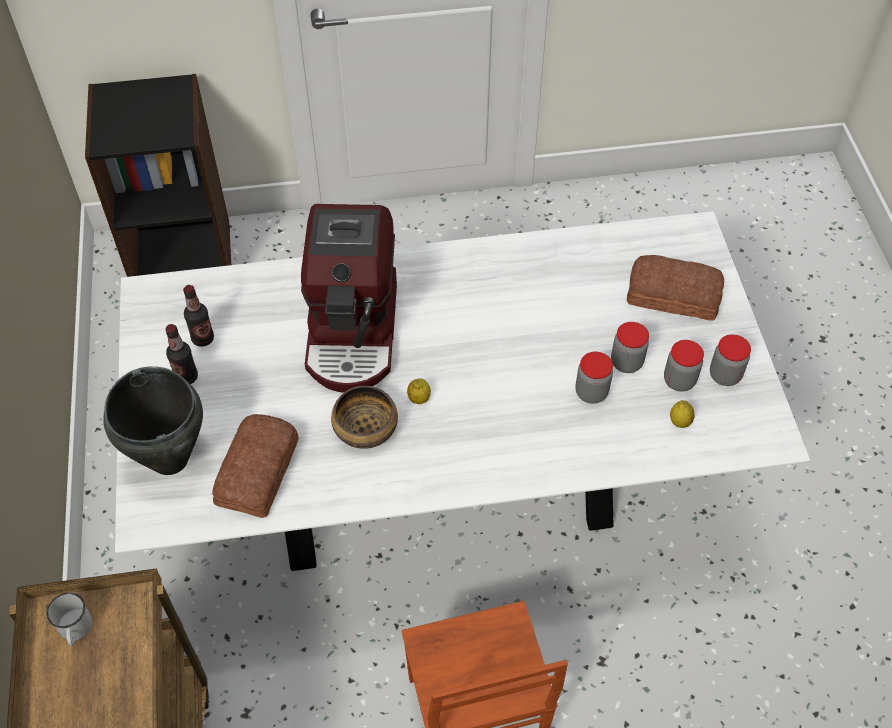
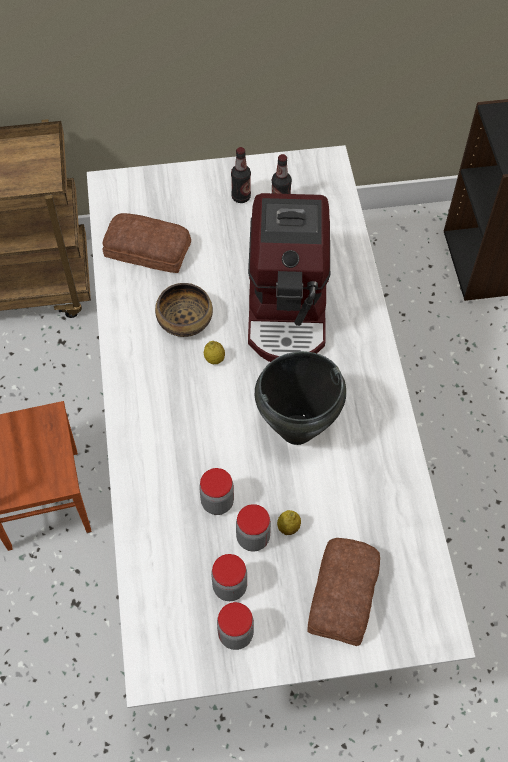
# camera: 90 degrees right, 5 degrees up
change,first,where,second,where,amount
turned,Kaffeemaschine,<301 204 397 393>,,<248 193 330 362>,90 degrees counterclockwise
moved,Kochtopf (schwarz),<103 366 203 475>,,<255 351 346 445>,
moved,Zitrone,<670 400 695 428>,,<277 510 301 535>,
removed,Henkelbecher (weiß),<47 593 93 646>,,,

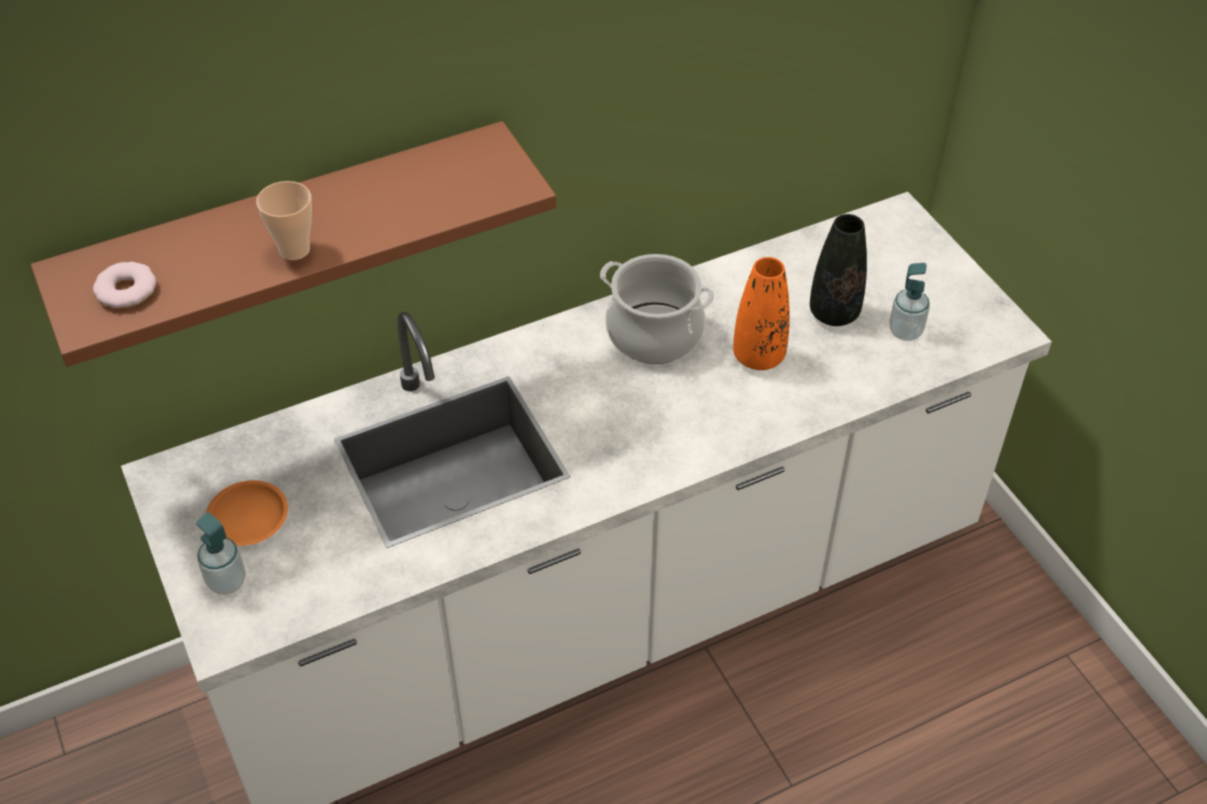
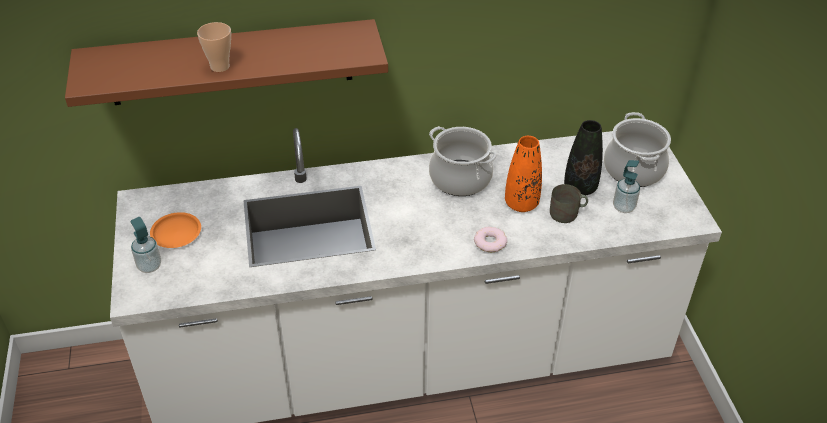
# camera: 15 degrees right, 5 degrees down
change,first,where,second,where,amount
moved,Donut,<93 262 156 308>,,<474 227 507 252>,
added,,,Henkelbecher (grau),<550 184 588 223>,
added,,,Kochtopf,<604 112 671 187>,

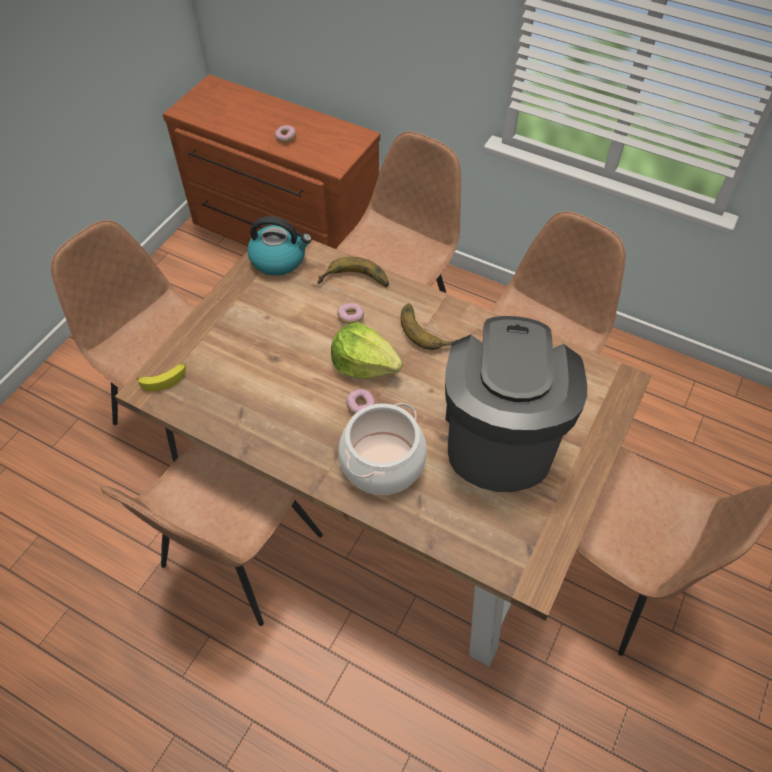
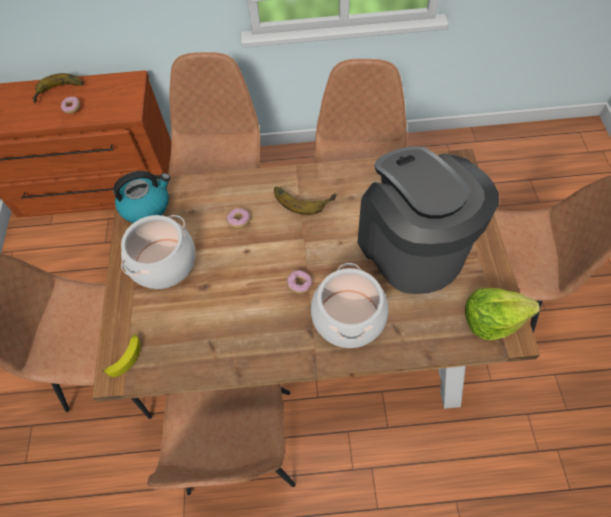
# camera: 30 degrees left, 5 degrees up
change,first,where,second,where,amount
moved,Banane,<317 257 389 287>,,<32 73 84 103>,
added,,,Kochtopf,<121 215 196 289>,
moved,Salatkopf,<331 322 403 379>,,<465 288 540 340>,

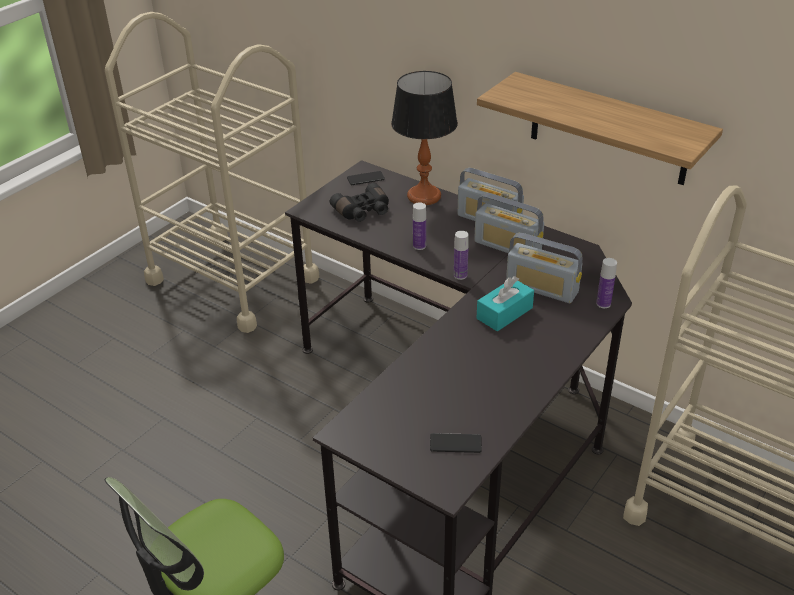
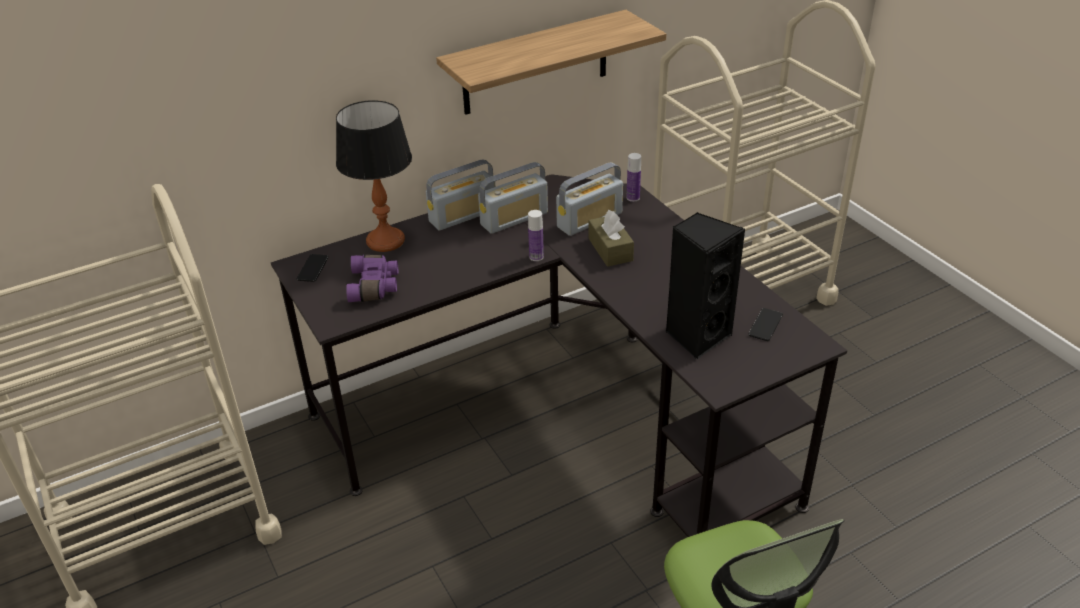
# camera: 65 degrees left, 0 degrees up
change,first,where,second,where,amount
recoloured,Fernglas (schwarz),<330 183 389 222>,Fernglas (lila),<346 255 398 302>,
recoloured,Taschentuchbox (türkis),<477 276 534 331>,Taschentuchbox (braun),<588 210 634 267>,
added,,,Lautsprecher (schwarz),<666 212 745 360>,
removed,Flasche,<413 202 426 250>,,,

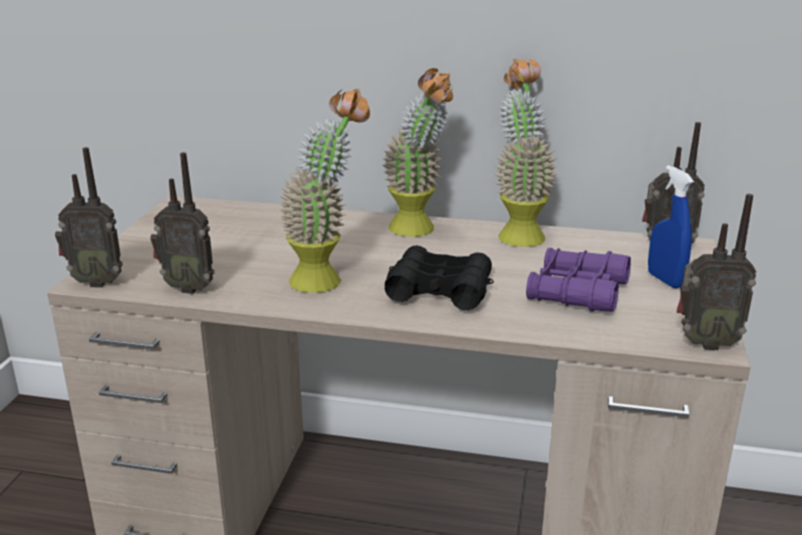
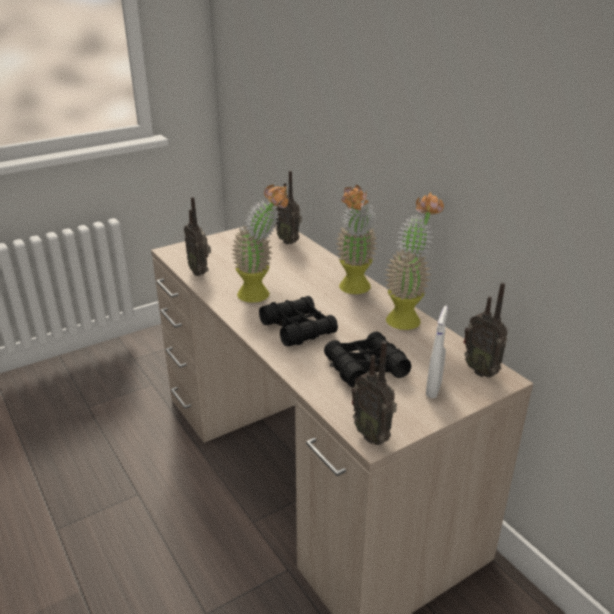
# camera: 45 degrees right, 5 degrees up
change,first,where,second,where,amount
moved,Radio,<55 147 123 287>,,<276 171 302 245>,
recoloured,Fernglas (lila),<526 248 631 312>,Fernglas (schwarz),<324 332 411 388>,
recoloured,Sprühflasche (blau),<648 165 694 288>,Sprühflasche (weiß),<426 306 448 398>,

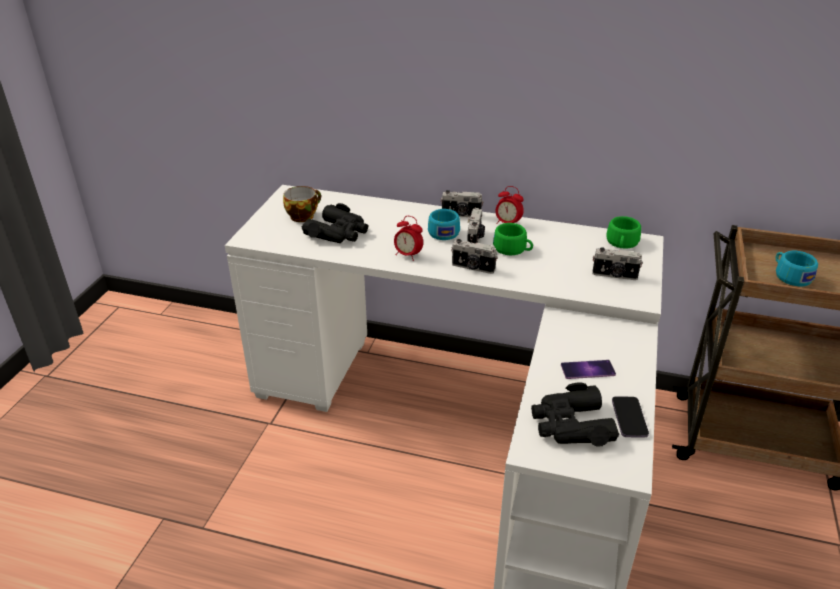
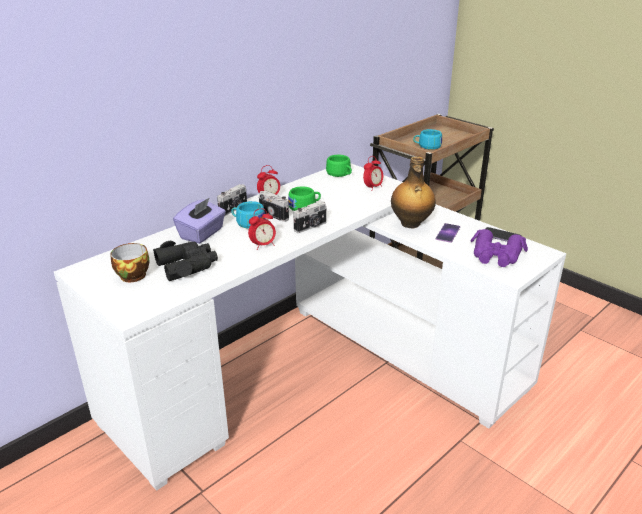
# camera: 60 degrees left, 5 degrees down
change,first,where,second,where,amount
added,,,Taschentuchbox (lila),<173 197 226 244>,
replaced,Kamera,<592 248 643 280>,Wecker,<363 156 383 189>,
added,,,Flasche,<391 157 436 229>,
recoloured,Fernglas (schwarz),<531 383 619 447>,Fernglas (lila),<470 229 528 267>,

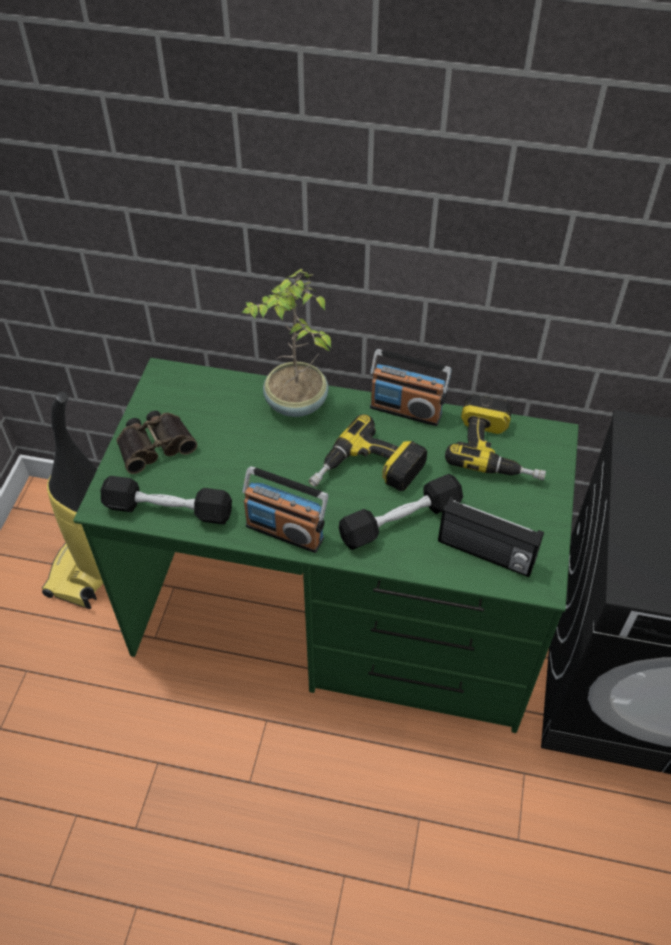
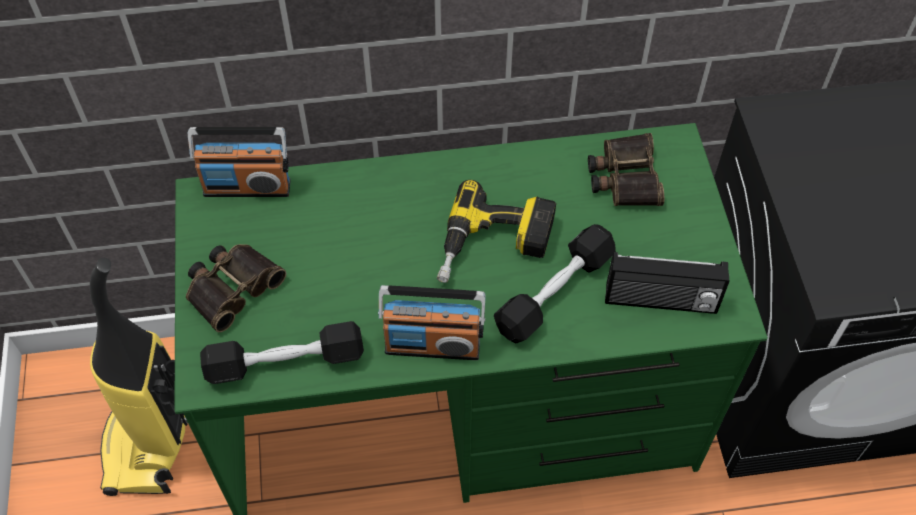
# camera: 20 degrees left, 5 degrees up
change,first,where,second,where,amount
moved,Radio,<370 349 452 426>,,<188 127 291 197>,
replaced,Bohrmaschine,<445 394 546 480>,Fernglas,<588 133 664 206>,
removed,Topfpflanze,<241 269 332 417>,,,

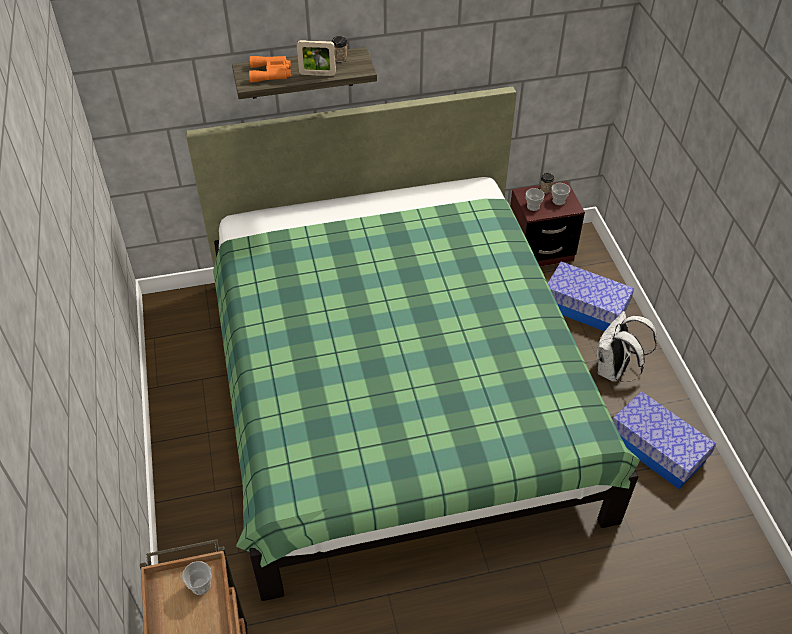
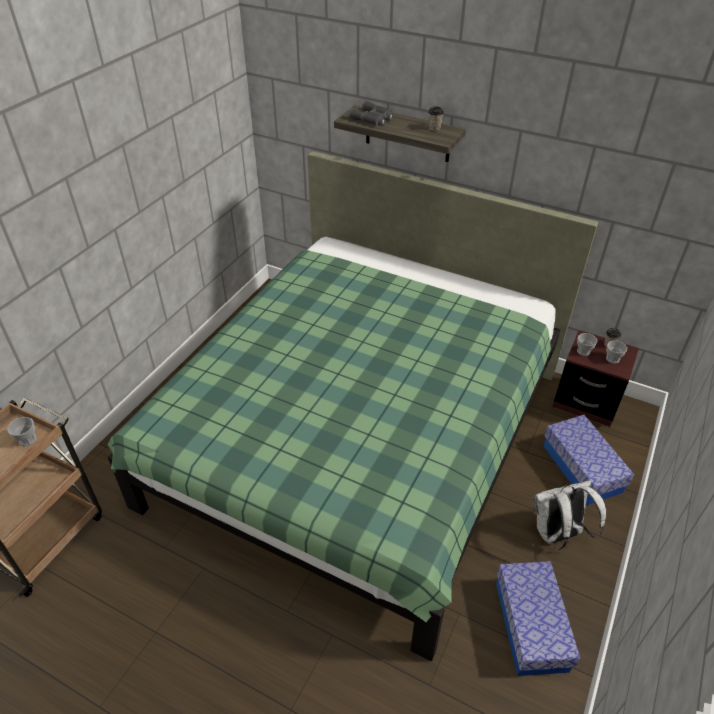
# camera: 40 degrees right, 5 degrees down
change,first,where,second,where,amount
recoloured,Fernglas (orange),<249 56 291 82>,Fernglas (grau),<349 101 393 125>,
removed,Bilderrahmen,<297 40 336 76>,,,

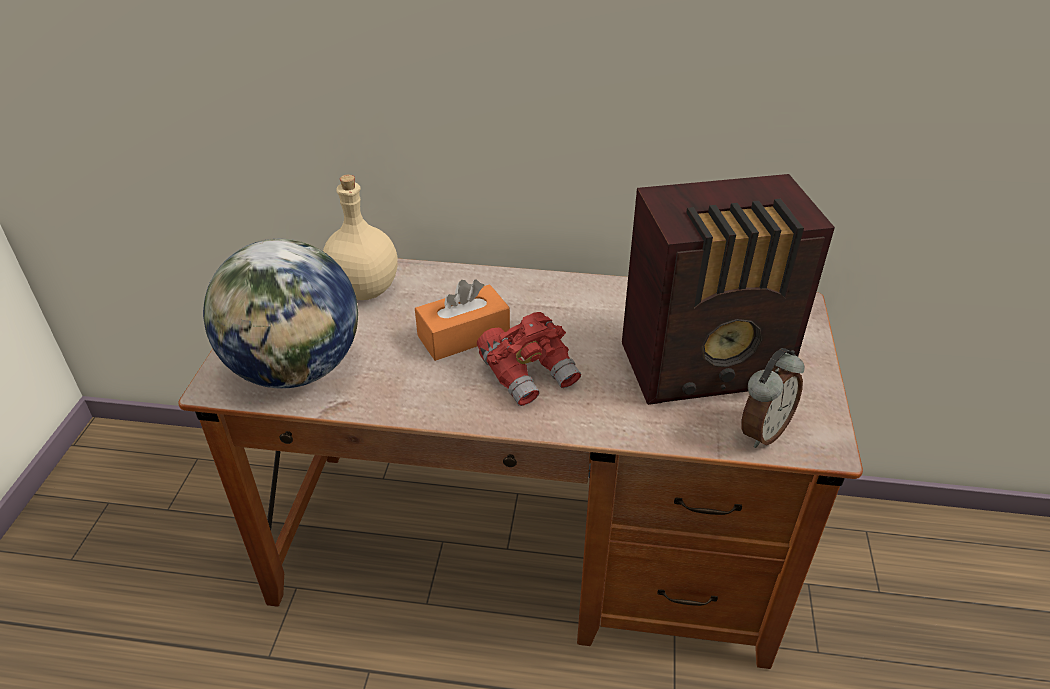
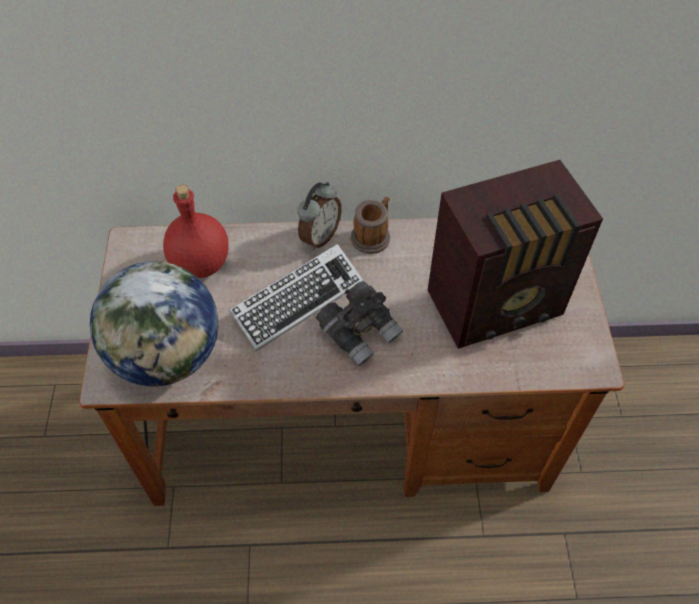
# camera: 10 degrees left, 15 degrees up
change,first,where,second,where,amount
recoloured,Flasche (beige),<323 175 398 300>,Flasche (rot),<163 185 229 278>,
replaced,Taschentuchbox (orange),<415 279 510 361>,Tastatur,<229 244 363 351>,
moved,Wecker,<741 348 805 448>,,<298 182 342 250>,
recoloured,Fernglas (rot),<477 312 581 406>,Fernglas (grau),<316 281 403 366>,
added,,,Henkelbecher,<351 197 390 254>,

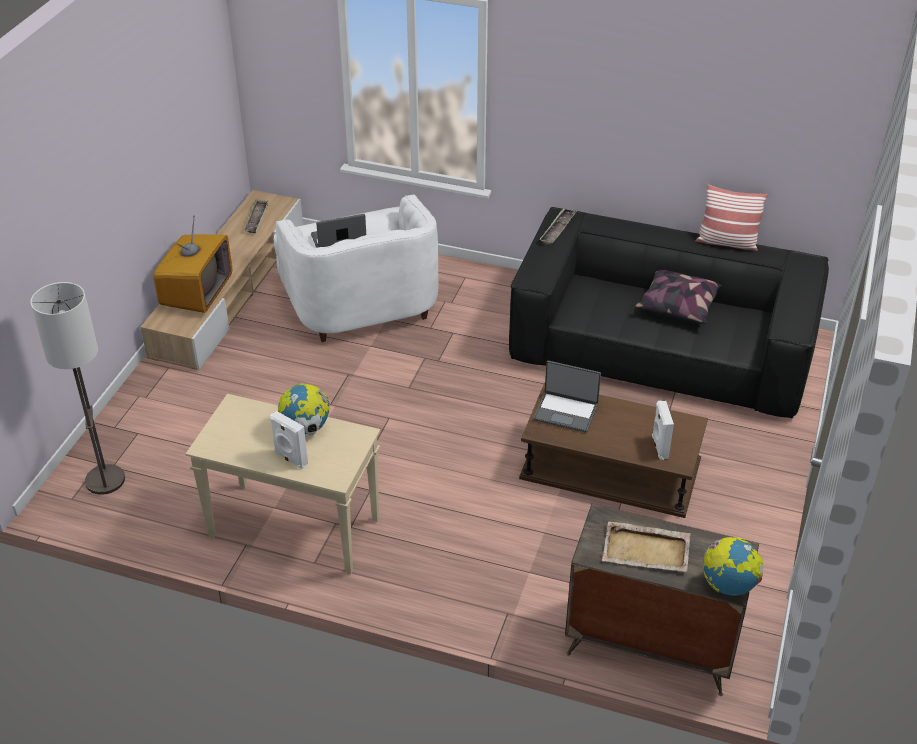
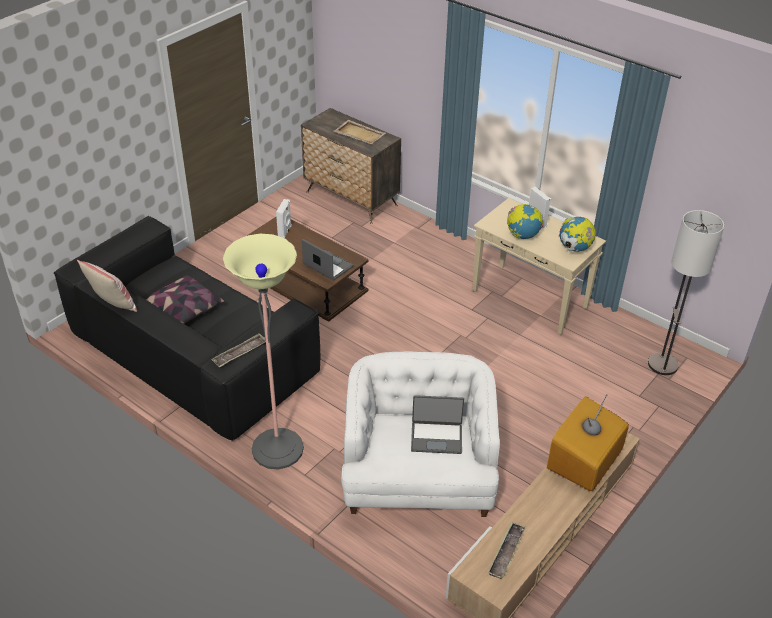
# camera: 160 degrees left, 0 degrees up
change,first,where,second,where,amount
added,,,Stehlampe,<223 234 304 469>,
moved,Globus,<703 537 763 596>,,<559 217 596 252>,

